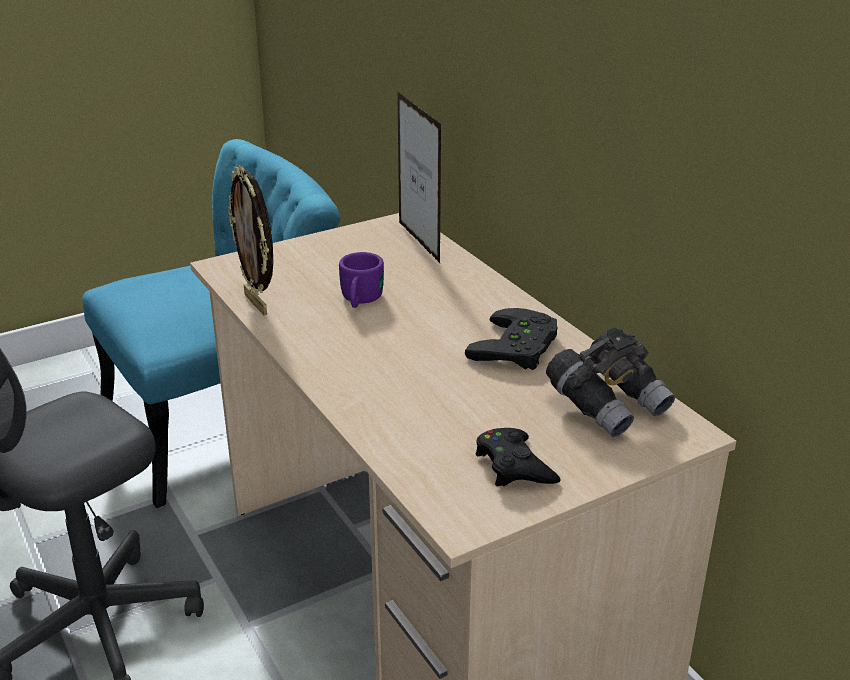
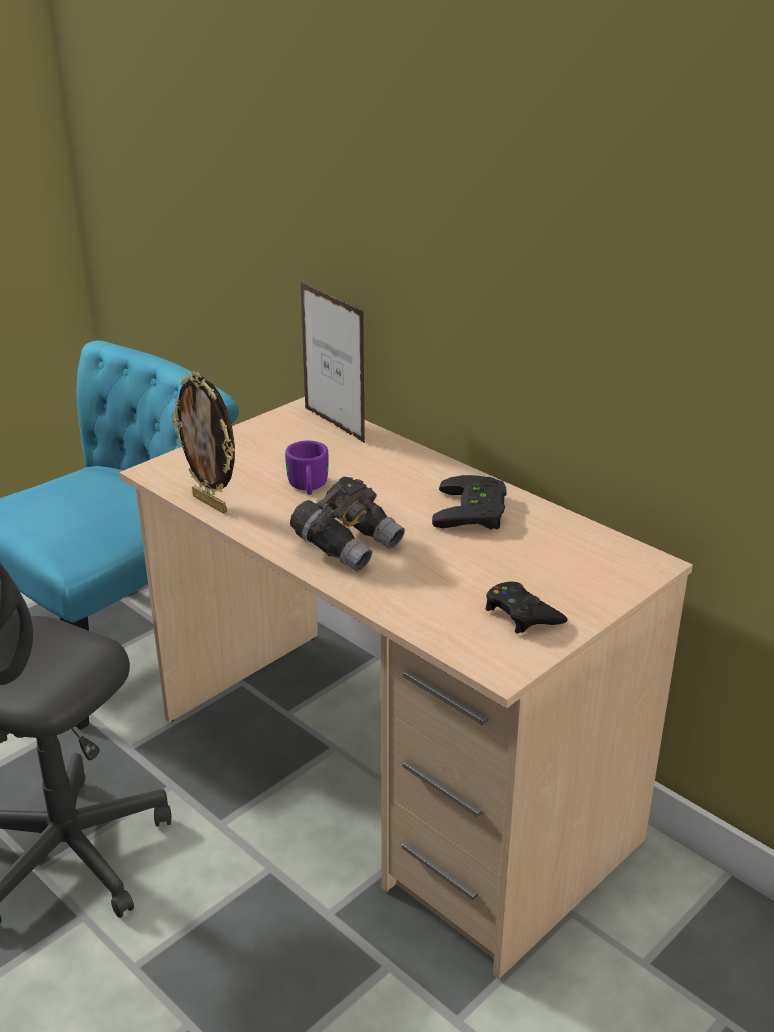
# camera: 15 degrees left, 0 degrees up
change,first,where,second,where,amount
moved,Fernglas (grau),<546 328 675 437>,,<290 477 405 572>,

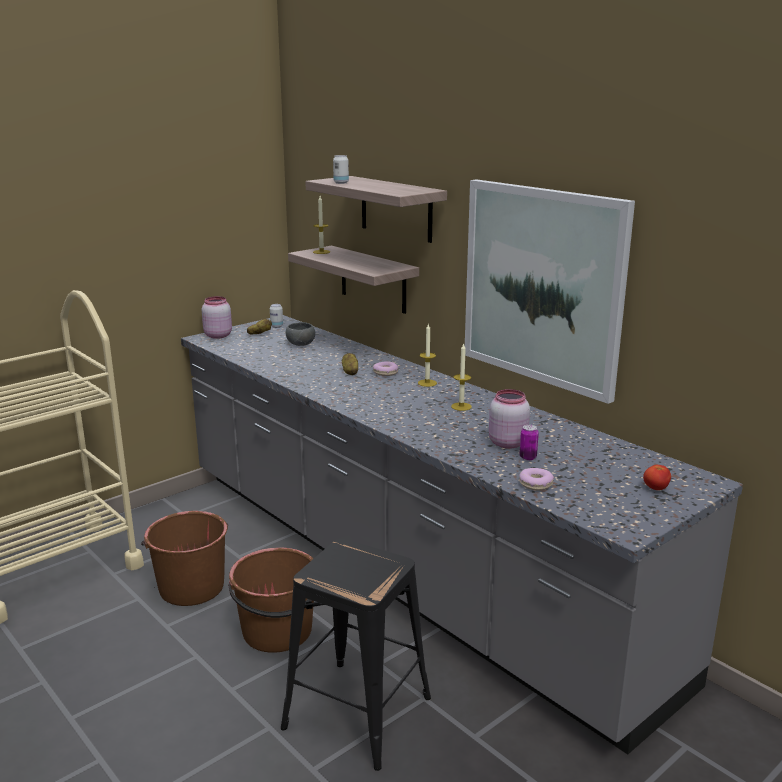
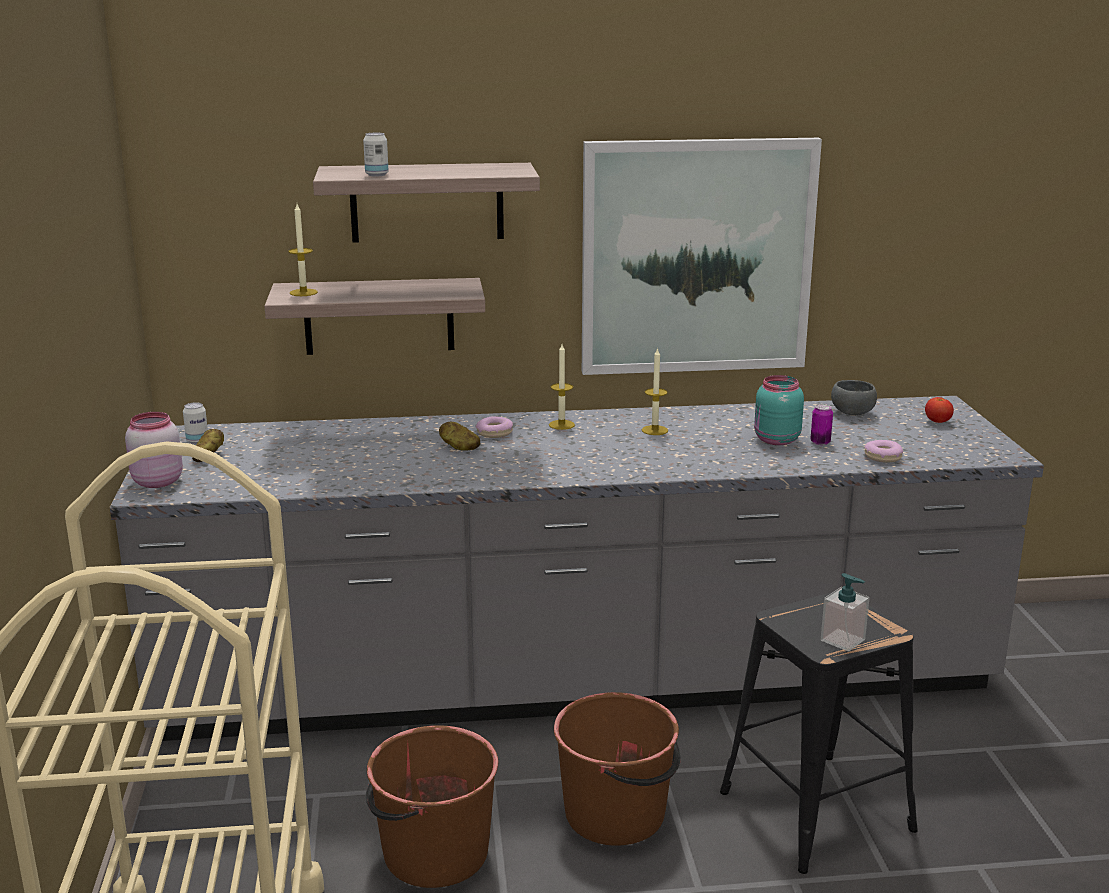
# camera: 55 degrees left, 0 degrees up
change,first,where,second,where,amount
recoloured,Vorratsglas (rosa),<489 389 530 449>,Vorratsglas (türkis),<754 375 804 445>,
added,,,Seifenspender,<821 573 870 651>,
moved,Schüssel (grau),<286 322 315 346>,,<831 380 877 416>,

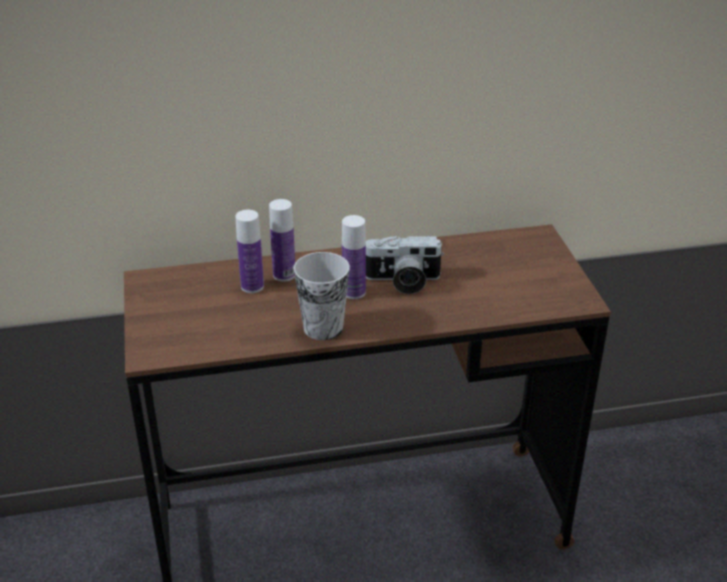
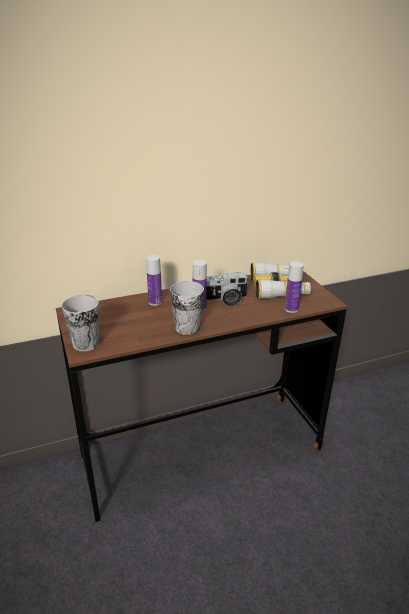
# camera: 10 degrees left, 5 degrees down
change,first,where,second,where,amount
added,,,Tasse,<61 295 99 352>,
added,,,Fernglas,<250 263 311 299>,
moved,Flasche,<235 210 264 293>,,<284 261 304 313>,

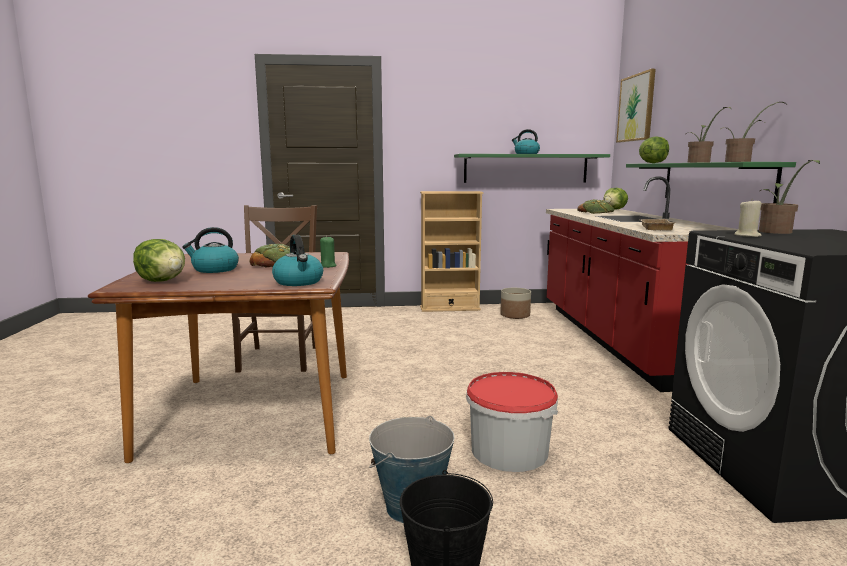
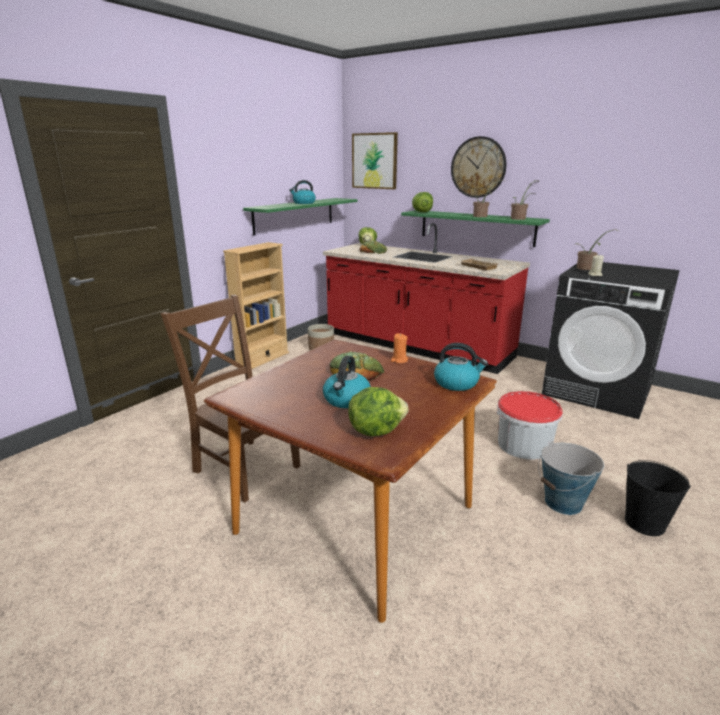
# camera: 50 degrees left, 10 degrees up
change,first,where,second,where,amount
recoloured,Kerze (grün),<320 236 336 268>,Kerze (orange),<391 333 408 363>,
added,,,Wanduhr,<451 136 506 198>,

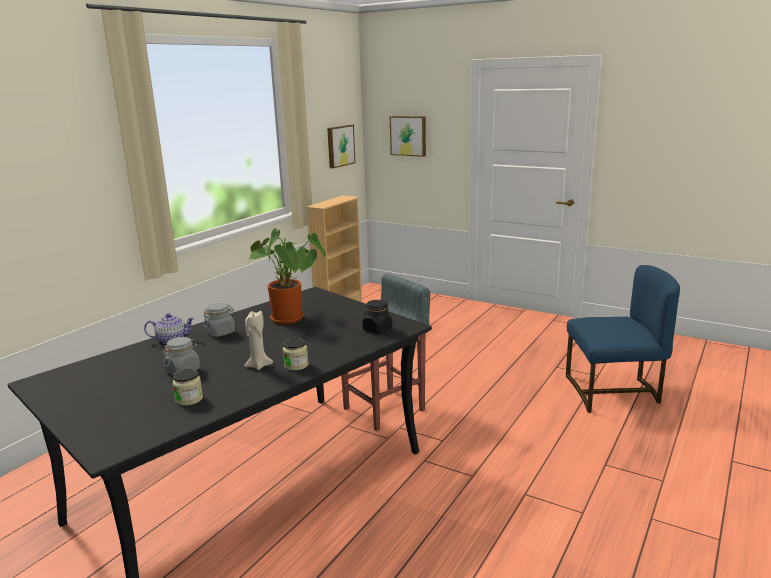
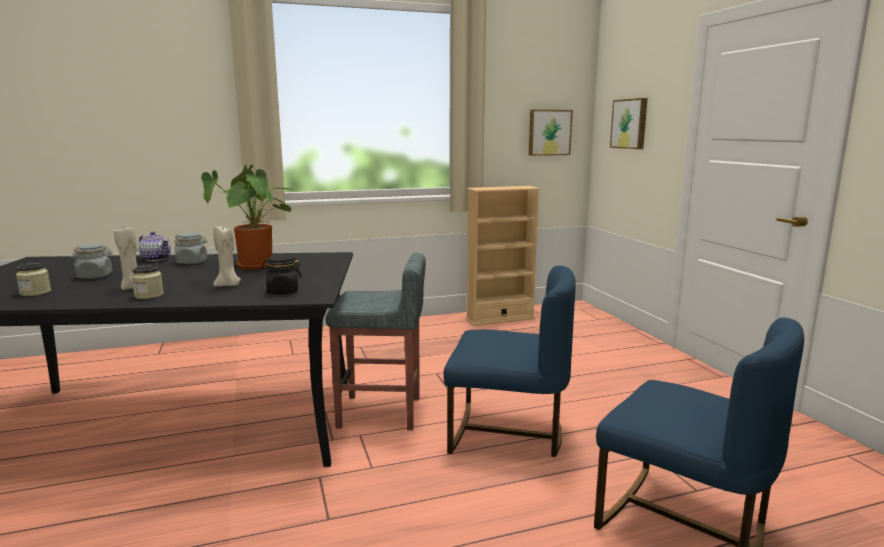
# camera: 40 degrees right, 5 degrees down
change,first,where,second,where,amount
added,,,Kerze (beige),<213 226 241 287>,
added,,,Stuhl (blau),<443 266 576 457>,

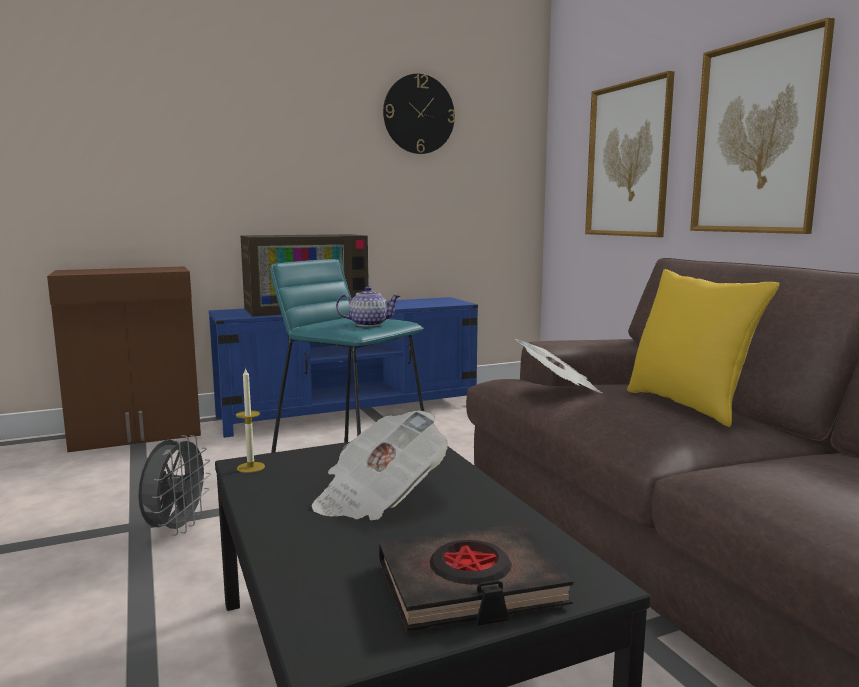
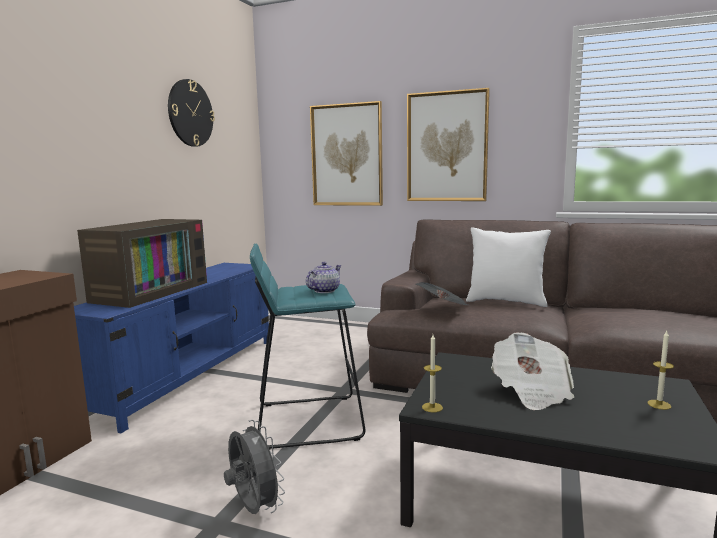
# camera: 45 degrees left, 0 degrees up
change,first,where,second,where,amount
recoloured,Kissen (gelb),<627 269 780 427>,Kissen (weiß),<466 227 551 307>,
replaced,Buch (schwarz),<379 524 573 632>,Kerze,<647 331 674 410>,

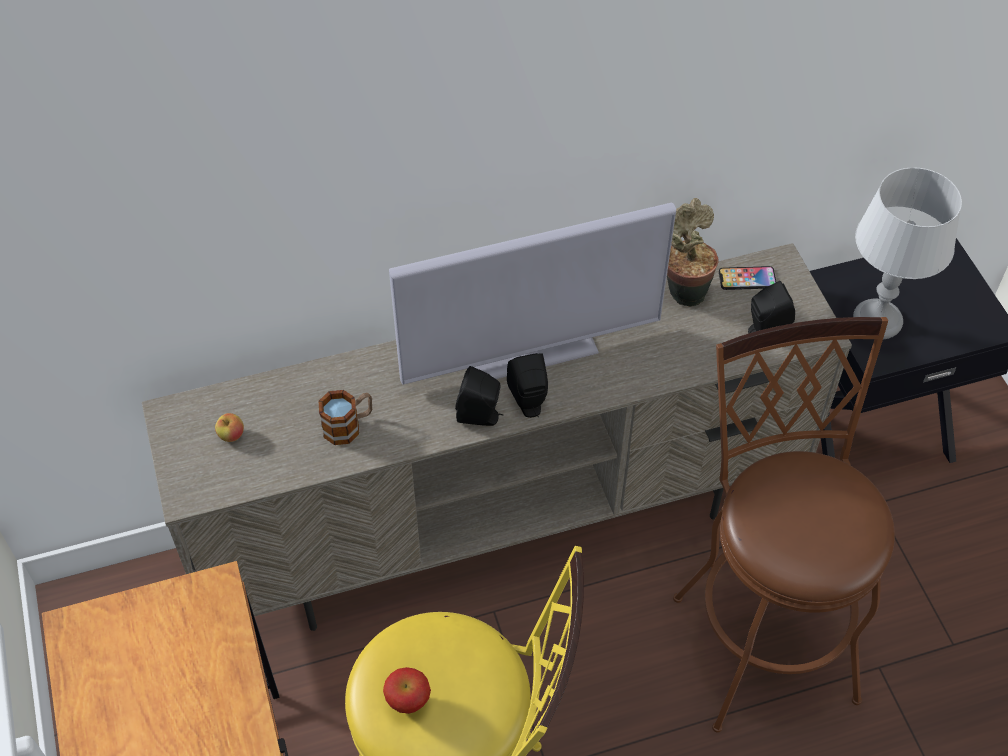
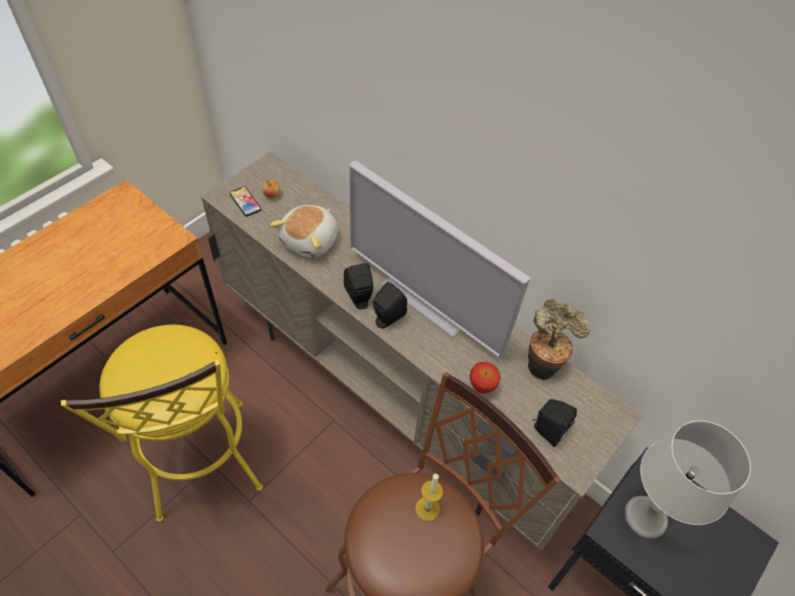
# camera: 55 degrees right, 0 degrees up
change,first,where,second,where,amount
moved,Handy,<719 266 776 290>,,<230 186 261 216>,
replaced,Henkelbecher,<319 390 372 445>,Plüschtier,<270 205 338 258>,
added,,,Kerze,<415 474 443 521>,
moved,Apfel,<383 667 431 714>,,<469 362 501 394>,

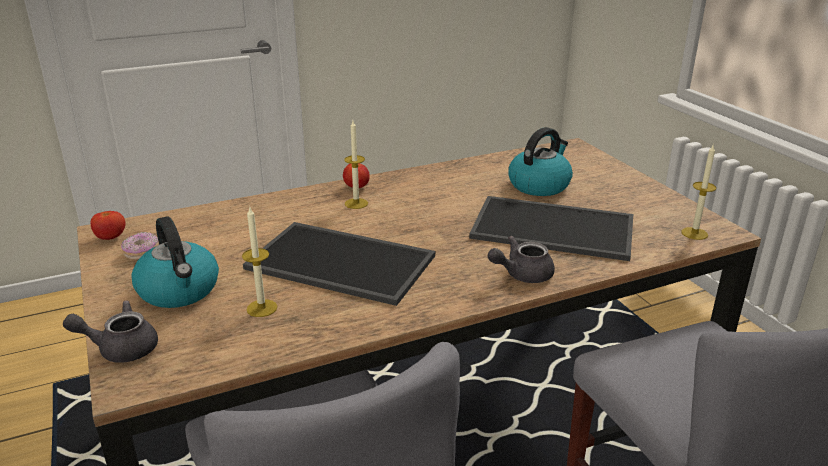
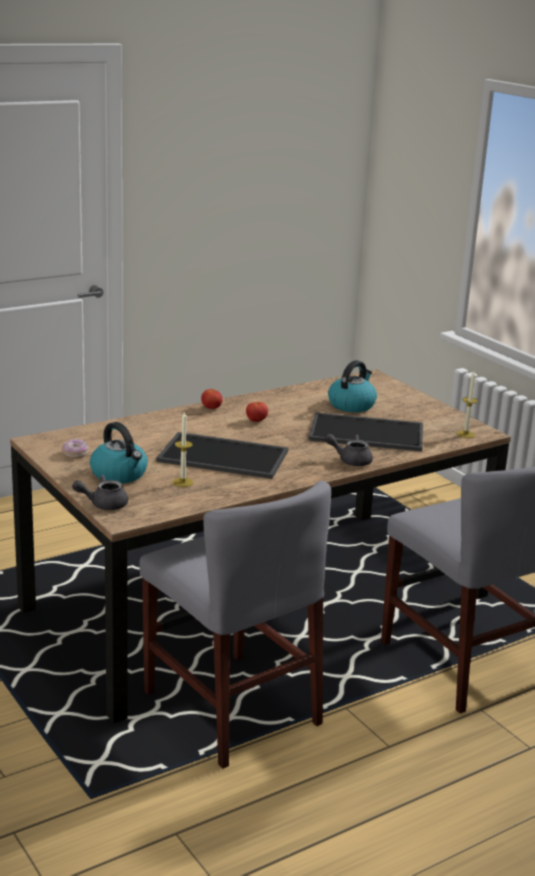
# camera: 10 degrees left, 5 degrees down
change,first,where,second,where,amount
moved,Tomate,<91 211 125 240>,,<246 402 268 422>,
turned,Teekanne (grau),<488 236 555 283>,,<325 434 373 466>,45 degrees clockwise
removed,Kerze,<344 121 368 209>,,,

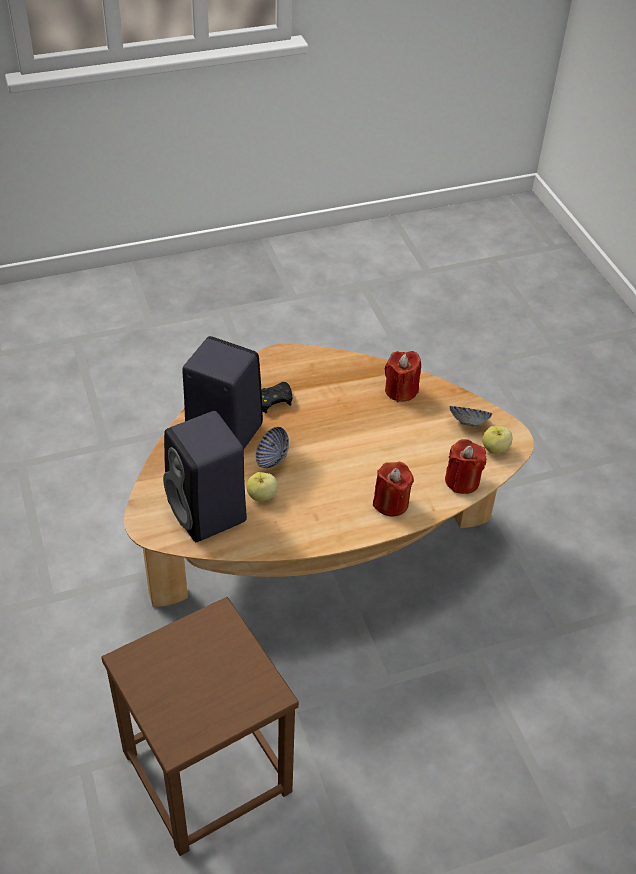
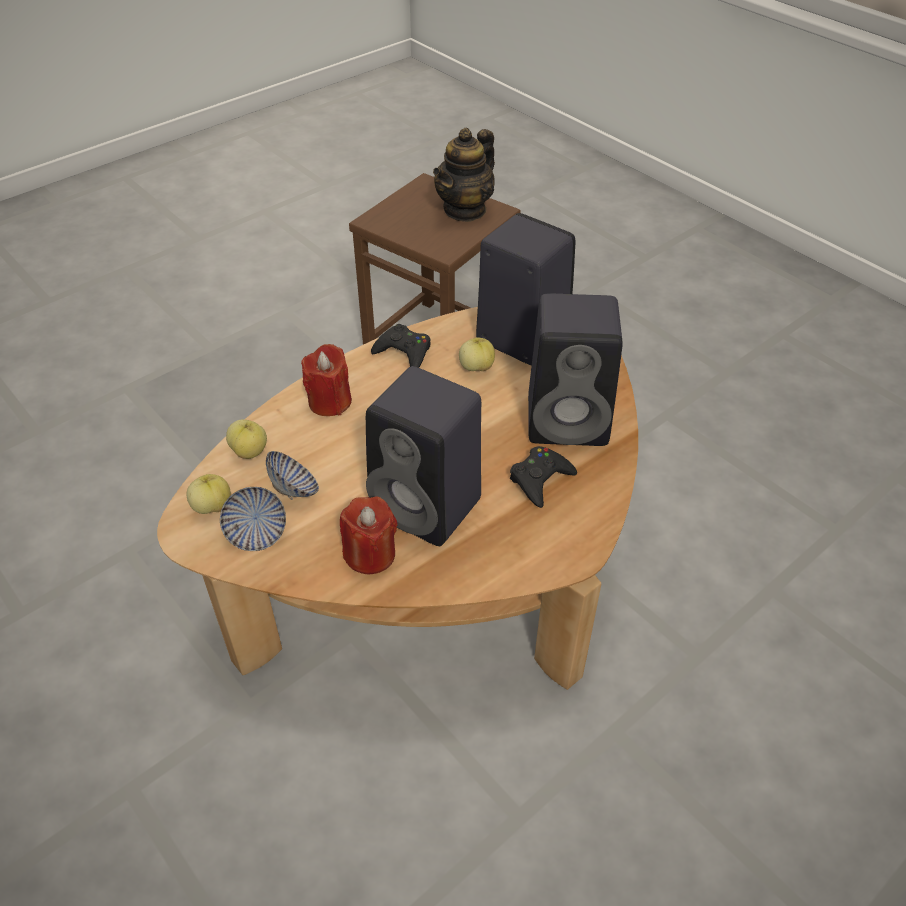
# camera: 160 degrees right, 0 degrees up
change,first,where,second,where,amount
replaced,Kerze (rot),<445 439 487 494>,Apfel,<226 419 267 459>,
moved,Schüssel,<256 427 289 468>,,<266 451 319 500>,
added,,,Lautsprecher (schwarz),<366 366 481 546>,
added,,,Gamepad (schwarz),<371 324 430 368>,
added,,,Teekanne,<433 128 495 222>,

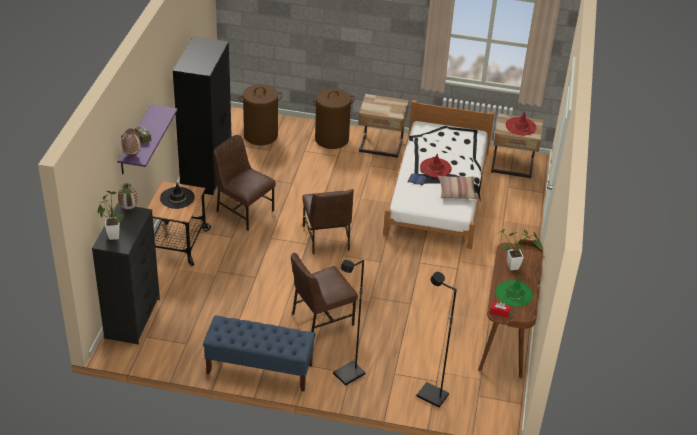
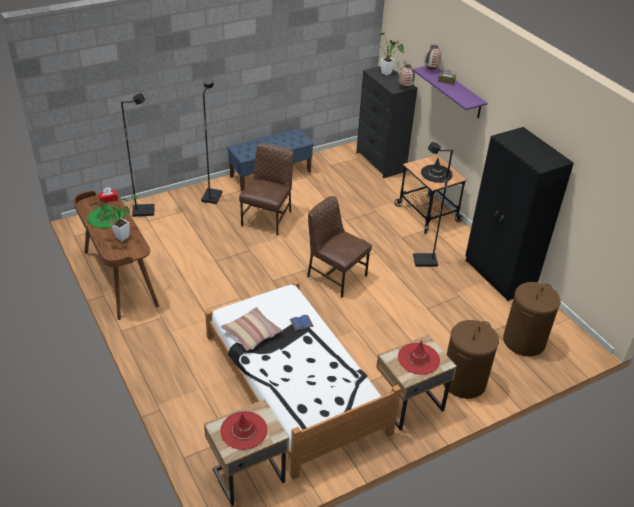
# camera: 140 degrees right, 0 degrees up
change,first,where,second,where,amount
moved,Hut (rot),<420 154 452 177>,,<398 340 440 375>,
replaced,Stuhl (braun),<213 135 276 231>,Stehlampe (schwarz),<413 142 453 267>,

